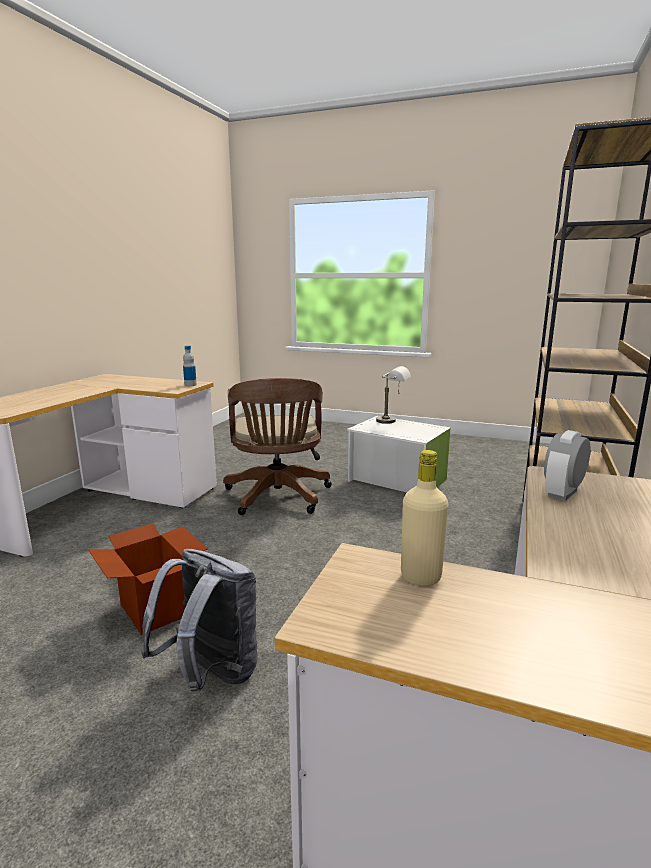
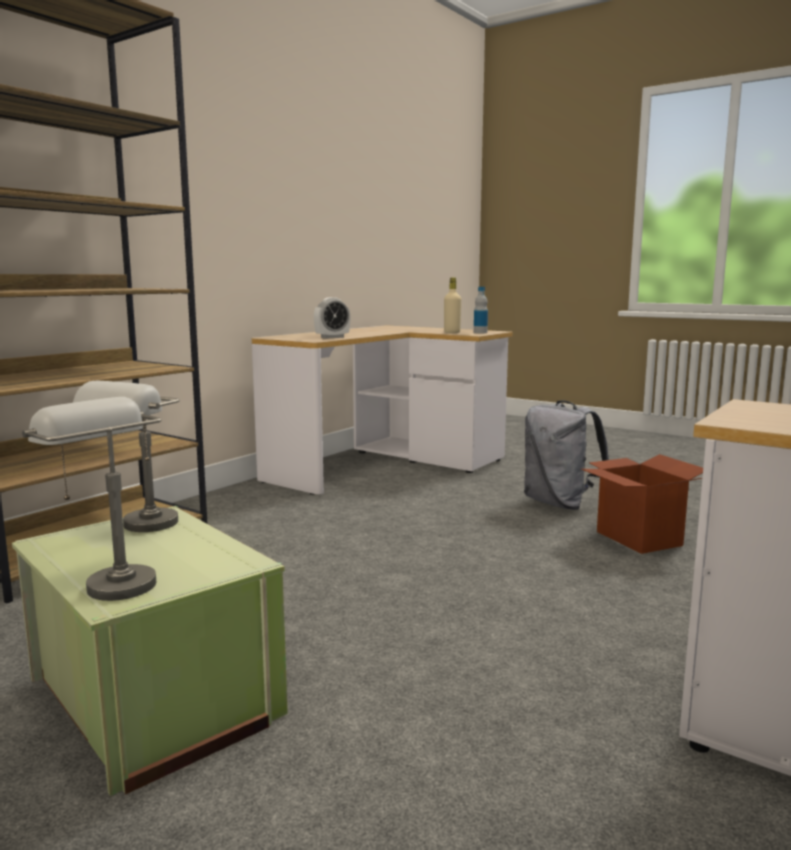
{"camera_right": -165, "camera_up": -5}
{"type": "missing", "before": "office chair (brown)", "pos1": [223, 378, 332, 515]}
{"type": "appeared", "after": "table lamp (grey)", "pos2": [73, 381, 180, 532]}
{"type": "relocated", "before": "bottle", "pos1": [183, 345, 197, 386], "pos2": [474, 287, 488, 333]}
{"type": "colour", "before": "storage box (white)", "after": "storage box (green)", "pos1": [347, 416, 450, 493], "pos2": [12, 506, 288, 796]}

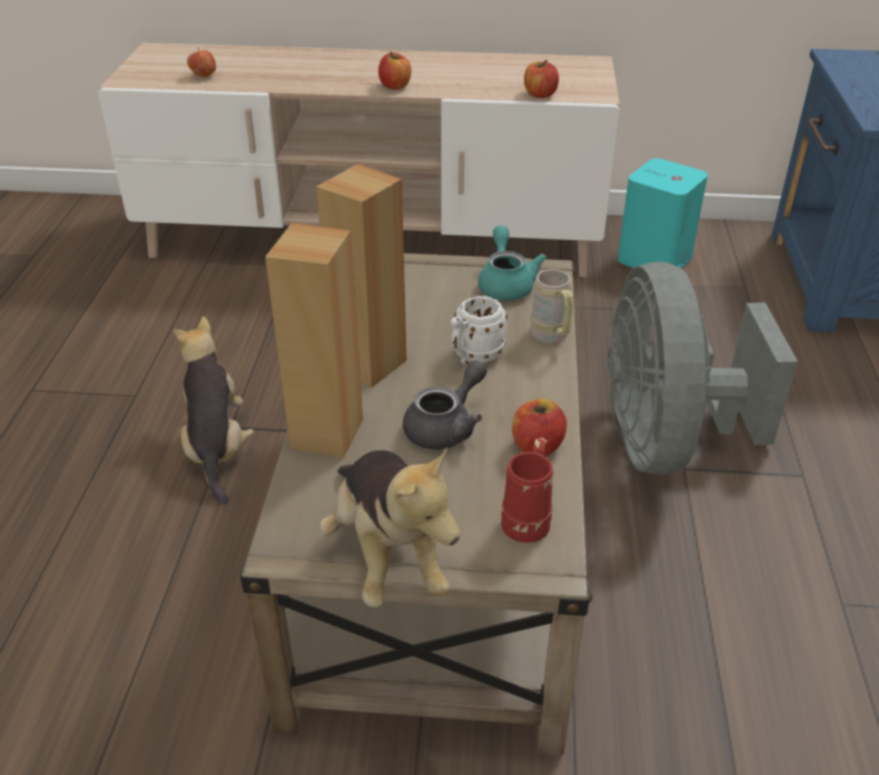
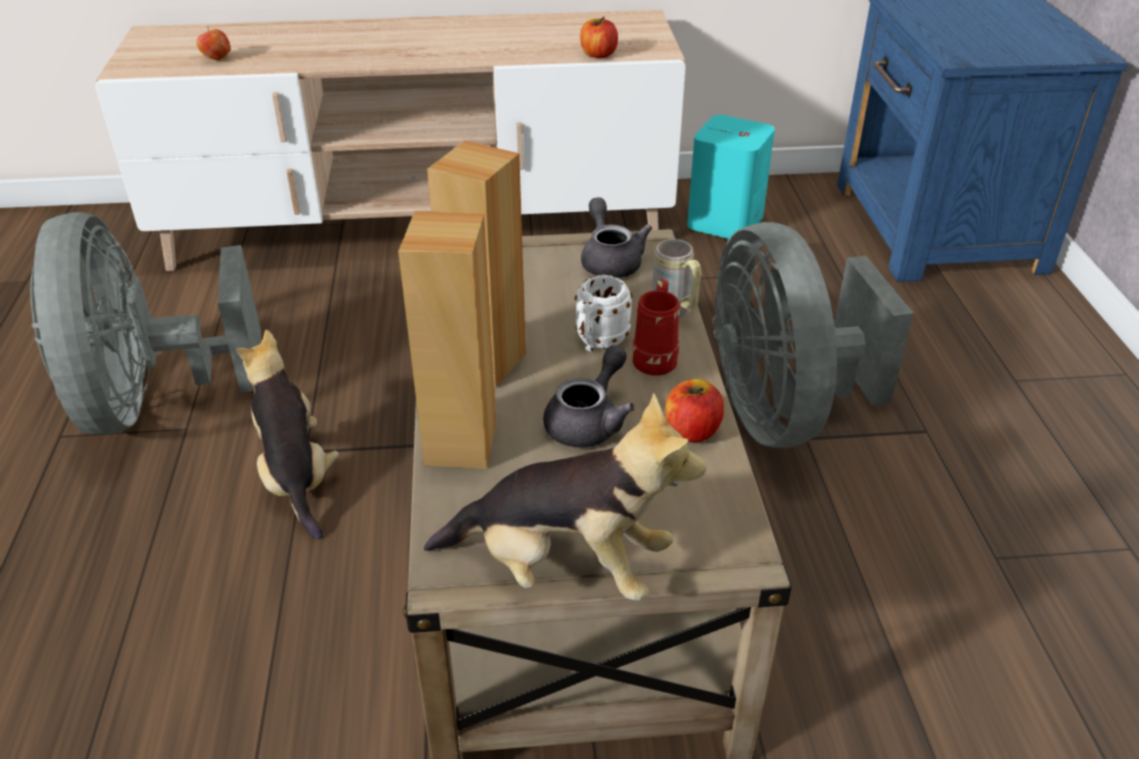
{"camera_right": -10, "camera_up": 0}
{"type": "missing", "before": "apple", "pos1": [378, 52, 411, 90]}
{"type": "appeared", "after": "fan (grey)", "pos2": [30, 212, 261, 435]}
{"type": "relocated", "before": "mug (red)", "pos1": [501, 438, 553, 543], "pos2": [633, 279, 680, 376]}
{"type": "colour", "before": "teapot (turquoise)", "after": "teapot (grey)", "pos1": [478, 225, 546, 300], "pos2": [581, 197, 652, 278]}
{"type": "spun", "before": "plush toy", "pos1": [319, 447, 460, 607], "pos2": [424, 393, 706, 601], "turn": -45}

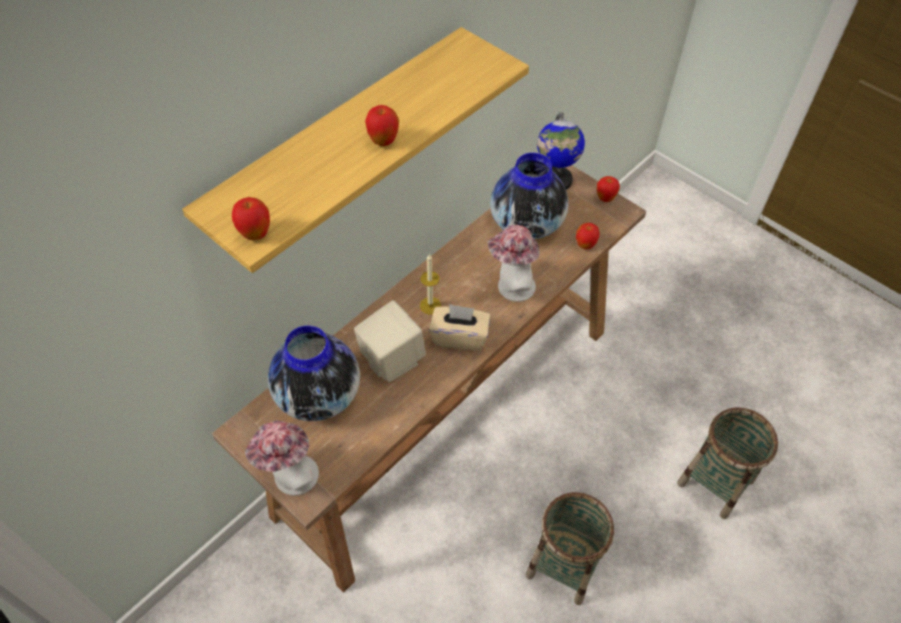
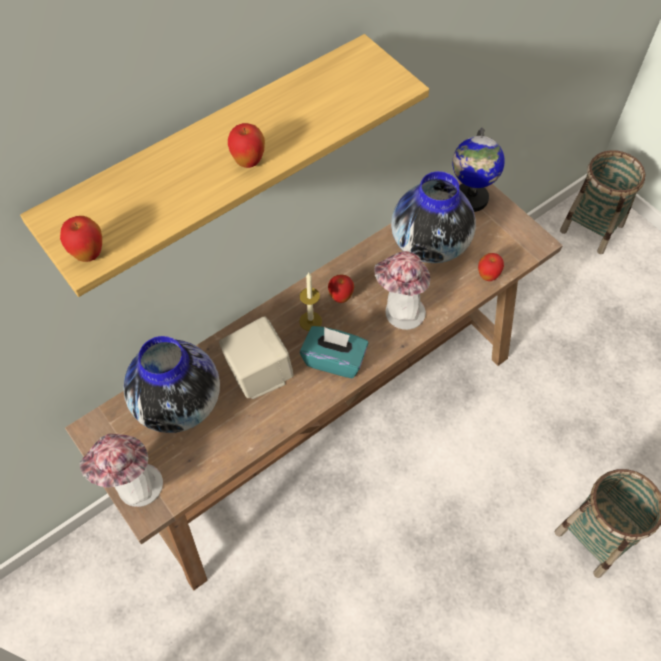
{"camera_right": 10, "camera_up": 5}
{"type": "relocated", "before": "basket", "pos1": [526, 492, 614, 605], "pos2": [560, 150, 645, 254]}
{"type": "relocated", "before": "apple", "pos1": [597, 176, 620, 202], "pos2": [328, 274, 354, 303]}
{"type": "colour", "before": "tissue box (beige)", "after": "tissue box (turquoise)", "pos1": [429, 304, 490, 351], "pos2": [300, 326, 368, 378]}

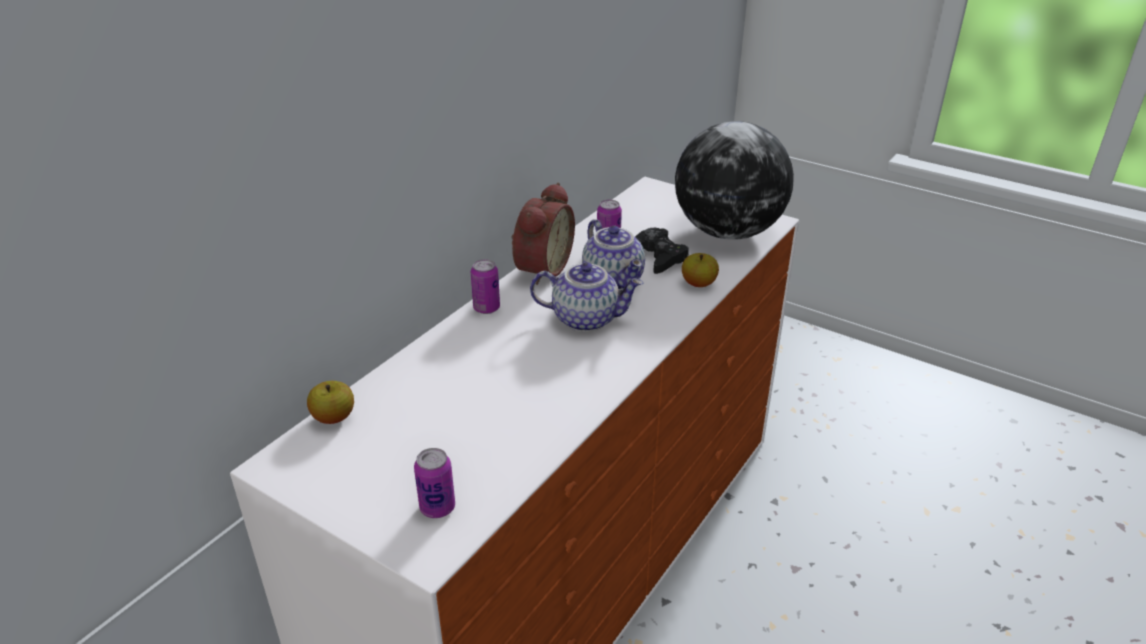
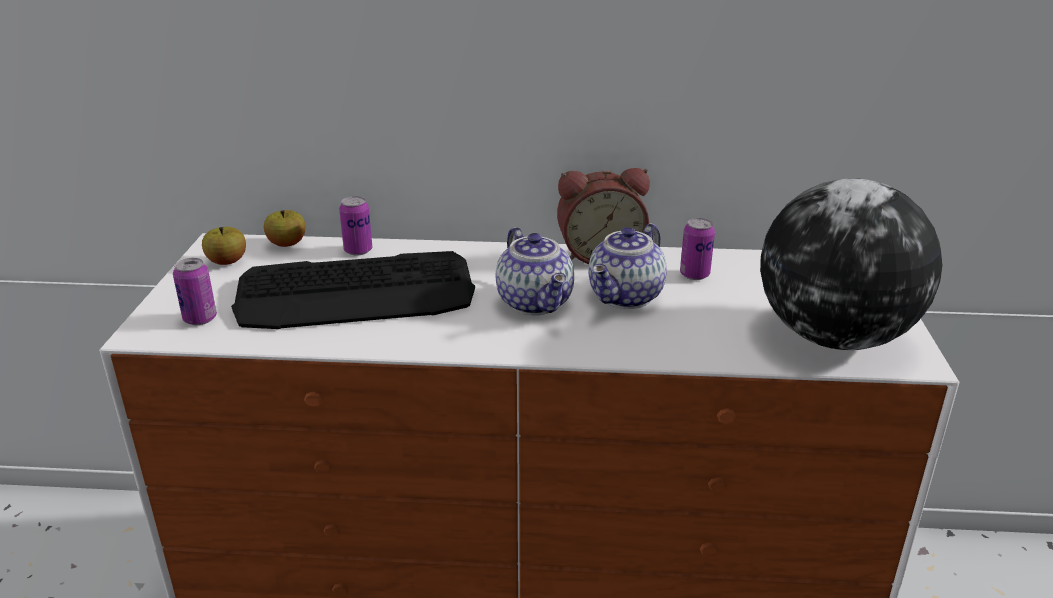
{"camera_right": 60, "camera_up": -5}
{"type": "missing", "before": "game controller (black)", "pos1": [635, 228, 689, 274]}
{"type": "appeared", "after": "keyboard", "pos2": [231, 251, 475, 329]}
{"type": "relocated", "before": "can", "pos1": [471, 259, 500, 314], "pos2": [339, 196, 372, 255]}
{"type": "relocated", "before": "apple", "pos1": [682, 253, 719, 287], "pos2": [202, 227, 246, 265]}

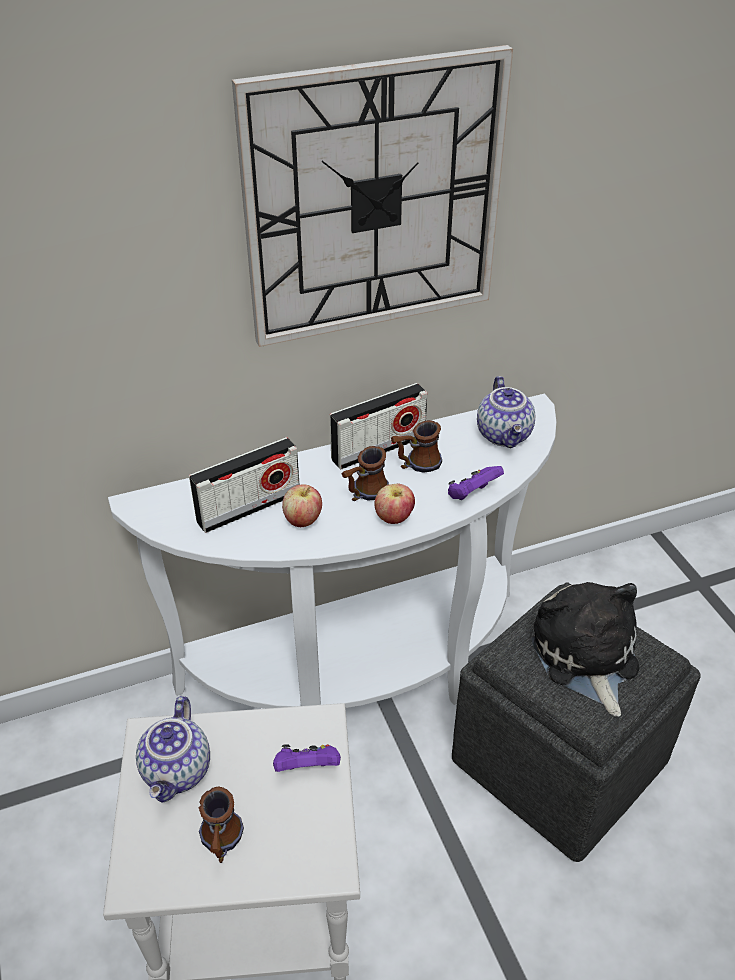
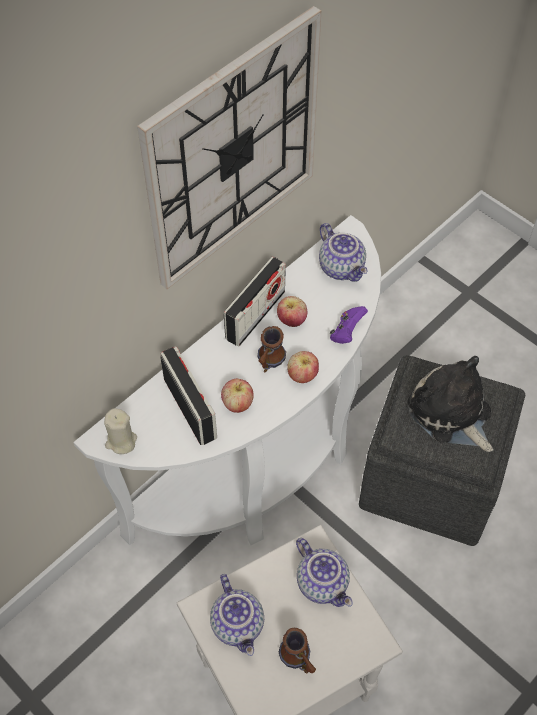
{"camera_right": -25, "camera_up": 15}
{"type": "appeared", "after": "candle (beige)", "pos2": [104, 409, 137, 454]}
{"type": "exchanged", "before": "game controller (purple)", "after": "teapot", "pos1": [273, 744, 341, 772], "pos2": [296, 538, 353, 607]}
{"type": "exchanged", "before": "mug", "after": "apple", "pos1": [391, 420, 442, 473], "pos2": [277, 296, 307, 327]}
{"type": "spun", "before": "radio", "pos1": [189, 437, 300, 533], "pos2": [160, 346, 217, 445], "turn": -60}

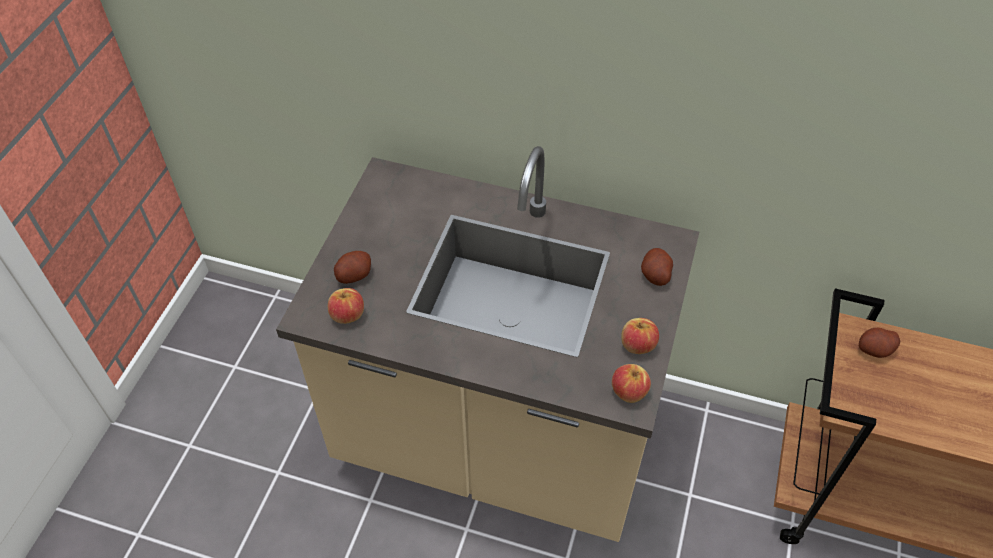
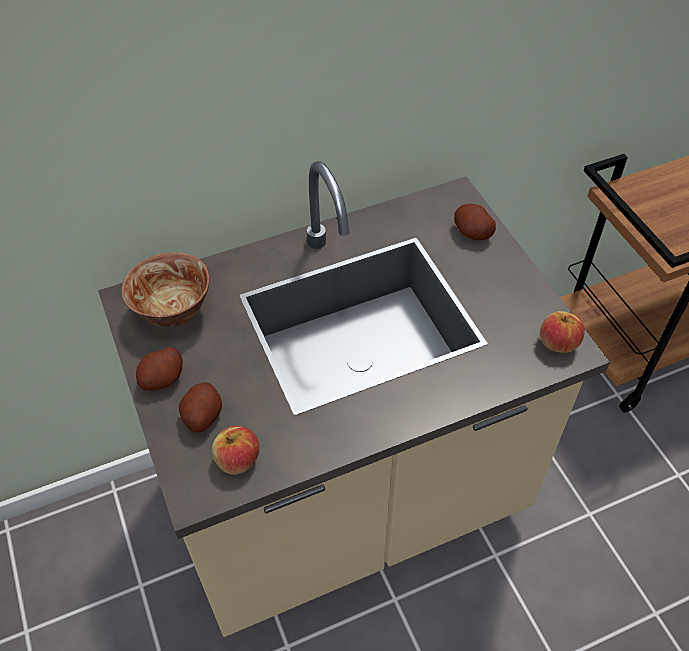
{"camera_right": -40, "camera_up": 0}
{"type": "missing", "before": "apple", "pos1": [621, 318, 659, 354]}
{"type": "appeared", "after": "bowl", "pos2": [121, 252, 210, 327]}
{"type": "relocated", "before": "potato", "pos1": [859, 328, 900, 358], "pos2": [136, 347, 183, 391]}

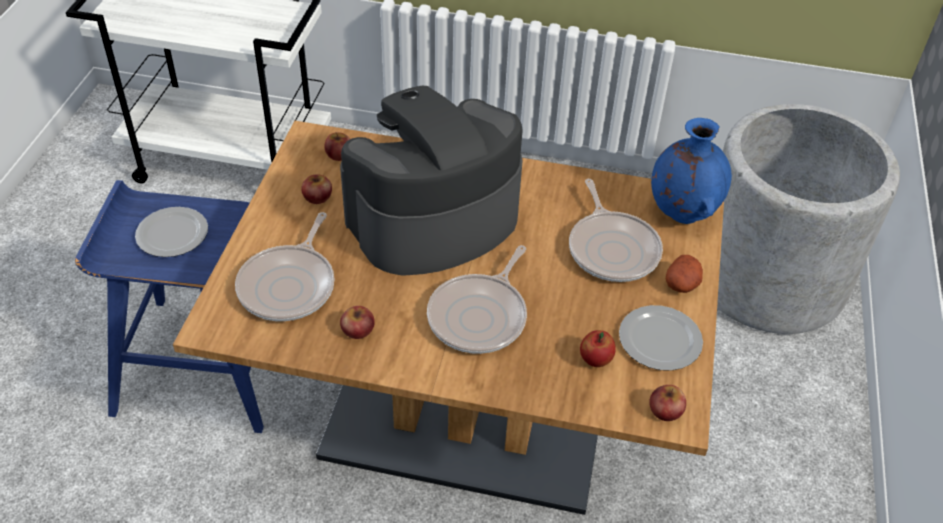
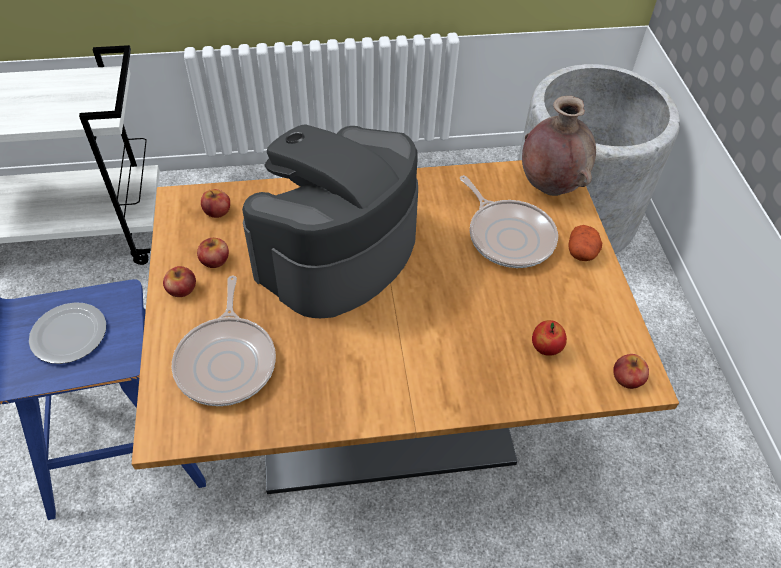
{"camera_right": -20, "camera_up": 5}
{"type": "missing", "before": "frying pan", "pos1": [427, 245, 527, 354]}
{"type": "missing", "before": "plate", "pos1": [619, 305, 703, 371]}
{"type": "relocated", "before": "apple", "pos1": [340, 306, 375, 339], "pos2": [163, 266, 196, 297]}
{"type": "colour", "before": "vase (blue)", "after": "vase (brown)", "pos1": [651, 118, 732, 224], "pos2": [522, 96, 596, 196]}

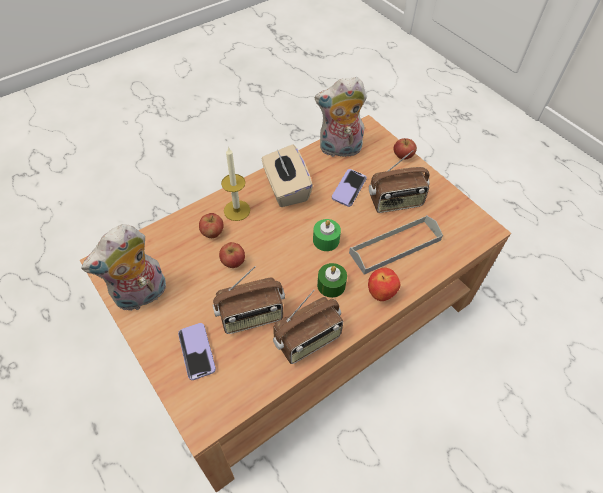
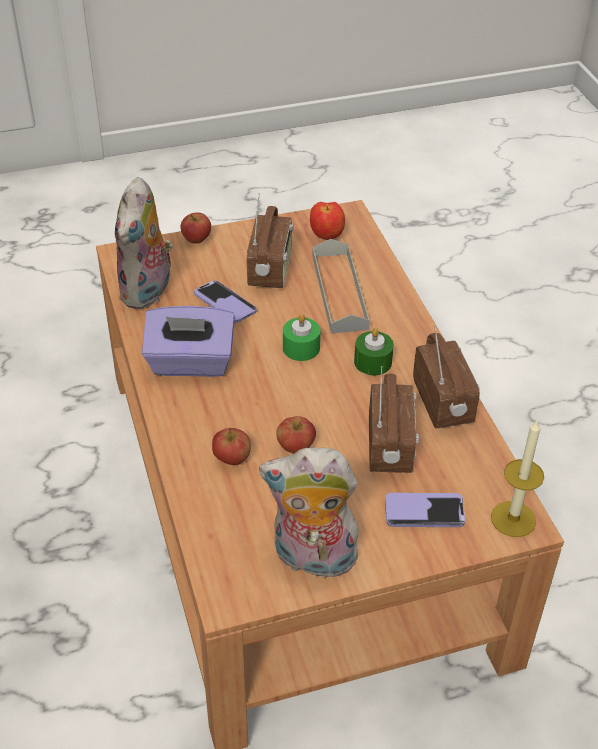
{"camera_right": -70, "camera_up": -10}
{"type": "relocated", "before": "candle", "pos1": [221, 146, 250, 221], "pos2": [491, 419, 544, 537]}
{"type": "relocated", "before": "apple", "pos1": [368, 267, 400, 301], "pos2": [310, 202, 345, 240]}
{"type": "colour", "before": "tissue box (beige)", "after": "tissue box (purple)", "pos1": [262, 144, 313, 207], "pos2": [142, 306, 235, 377]}
{"type": "spun", "before": "plush toy", "pos1": [82, 224, 166, 311], "pos2": [259, 447, 361, 584], "turn": 120}

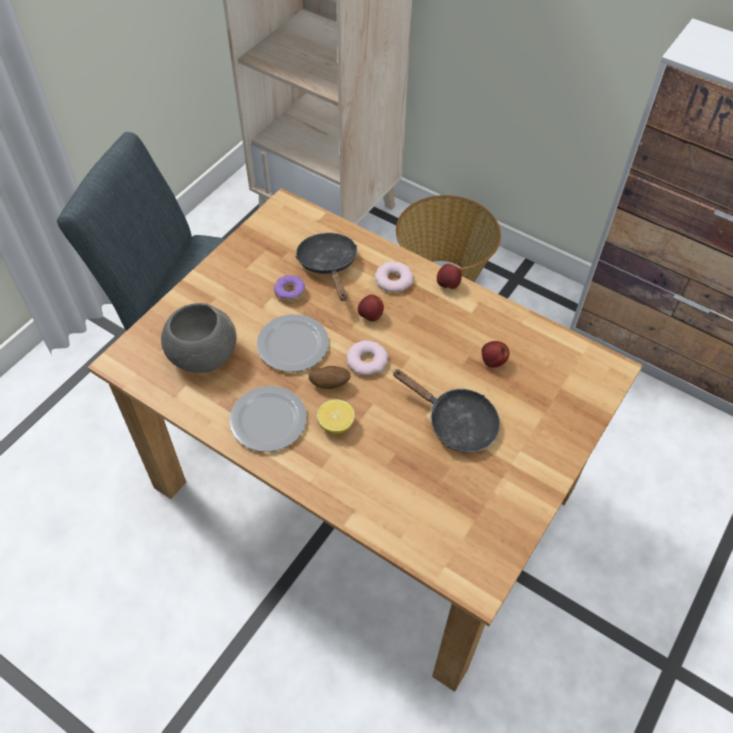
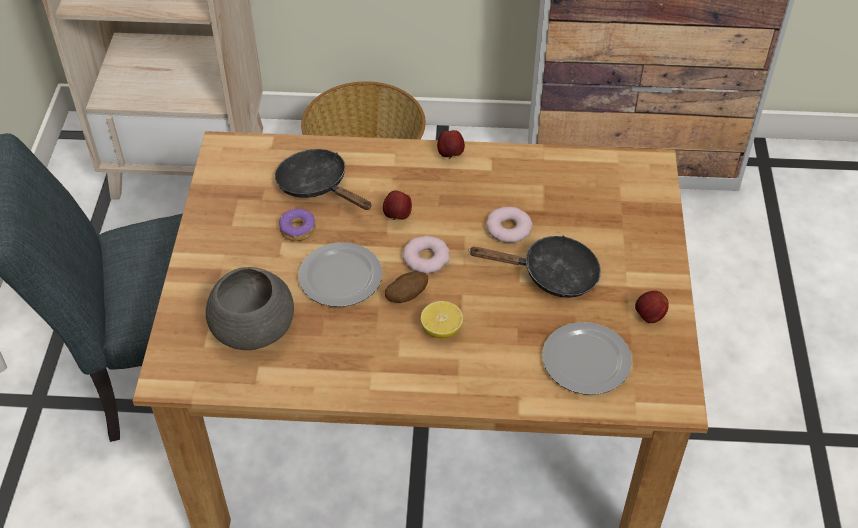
{"camera_right": -30, "camera_up": -5}
{"type": "relocated", "before": "plate", "pos1": [229, 386, 307, 452], "pos2": [542, 322, 632, 395]}
{"type": "relocated", "before": "donut", "pos1": [375, 261, 413, 292], "pos2": [486, 207, 533, 243]}
{"type": "relocated", "before": "apple", "pos1": [482, 341, 510, 367], "pos2": [635, 291, 669, 323]}

